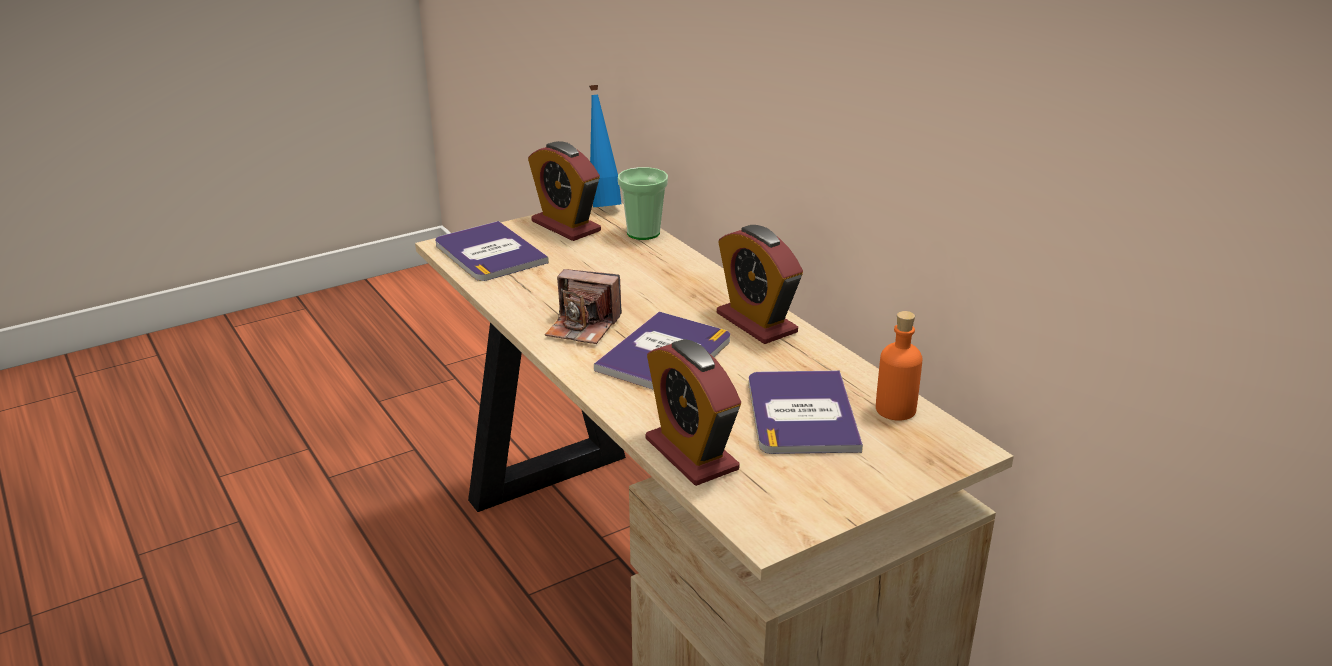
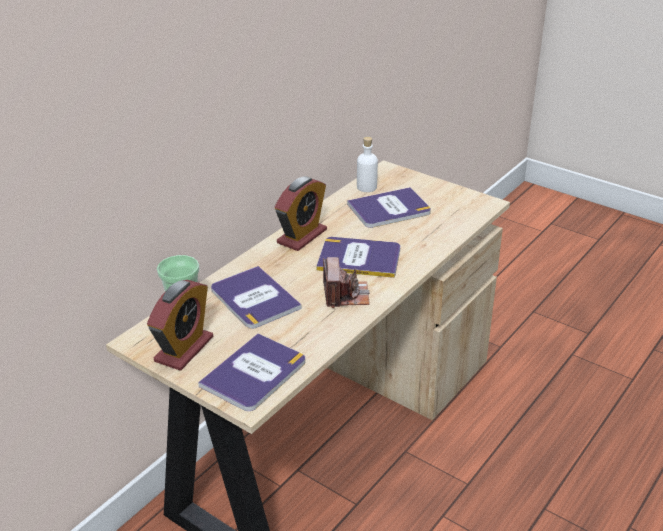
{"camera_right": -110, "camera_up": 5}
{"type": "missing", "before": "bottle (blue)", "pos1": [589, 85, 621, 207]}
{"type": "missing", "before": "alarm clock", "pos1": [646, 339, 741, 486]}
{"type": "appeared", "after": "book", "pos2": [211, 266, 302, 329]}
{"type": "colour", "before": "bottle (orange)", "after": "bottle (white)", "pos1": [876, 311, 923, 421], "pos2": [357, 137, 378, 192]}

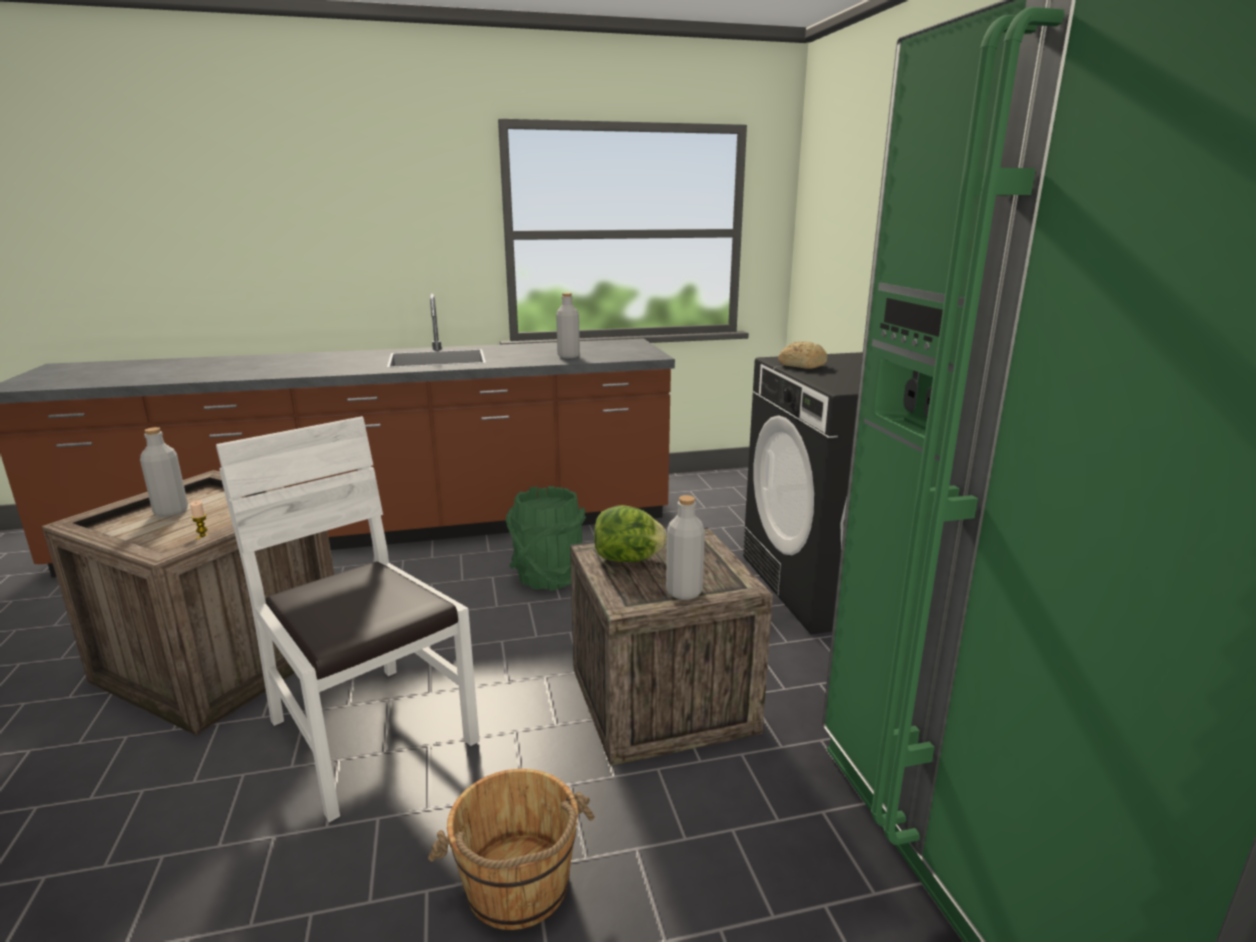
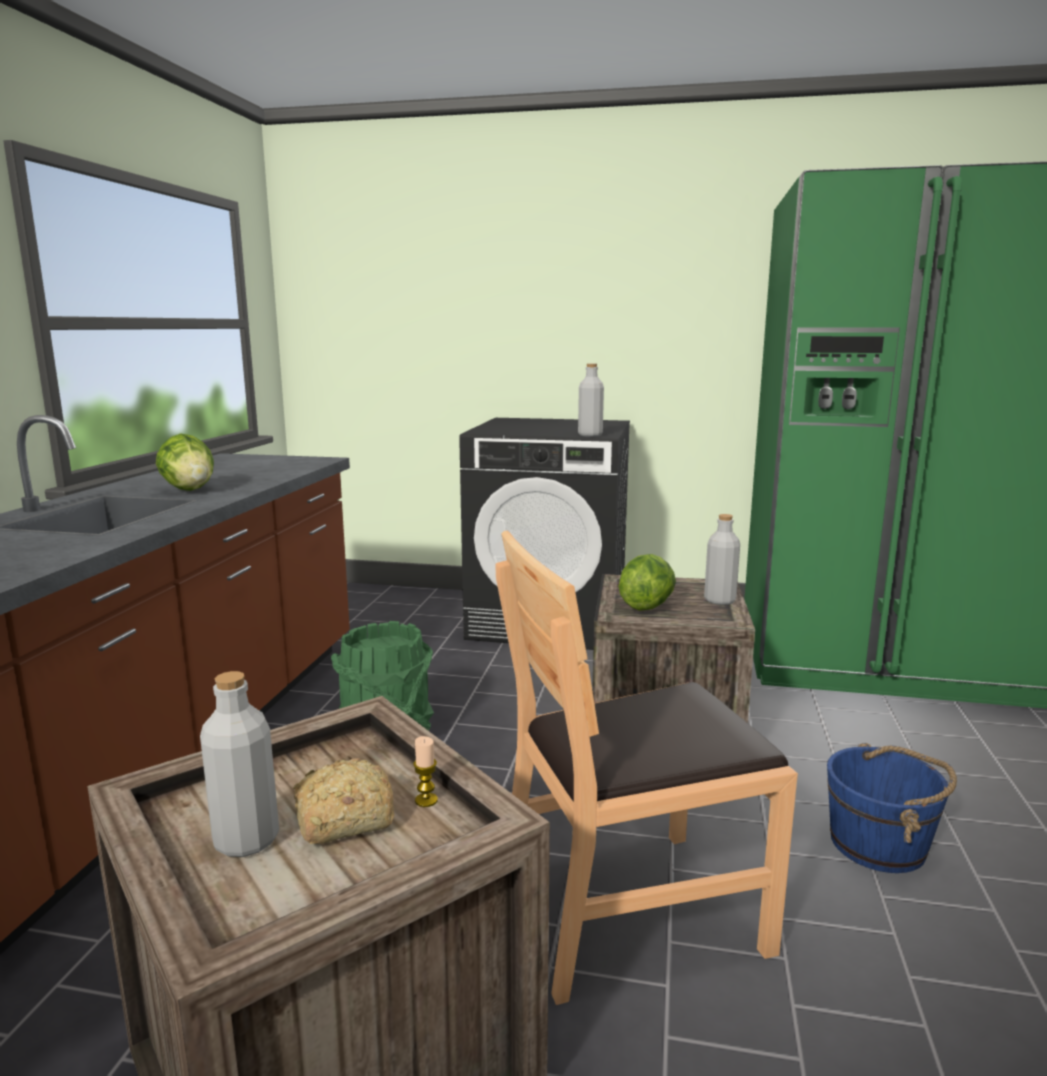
{"camera_right": -65, "camera_up": -5}
{"type": "appeared", "after": "lettuce", "pos2": [156, 433, 214, 491]}
{"type": "relocated", "before": "bottle (grey)", "pos1": [556, 293, 580, 358], "pos2": [578, 363, 604, 437]}
{"type": "relocated", "before": "bread", "pos1": [778, 341, 827, 369], "pos2": [293, 758, 394, 844]}
{"type": "colour", "before": "chair (white)", "after": "chair (brown)", "pos1": [216, 416, 480, 822], "pos2": [496, 531, 798, 1005]}
{"type": "colour", "before": "bucket (brown)", "after": "bucket (blue)", "pos1": [428, 769, 595, 930], "pos2": [827, 743, 957, 873]}

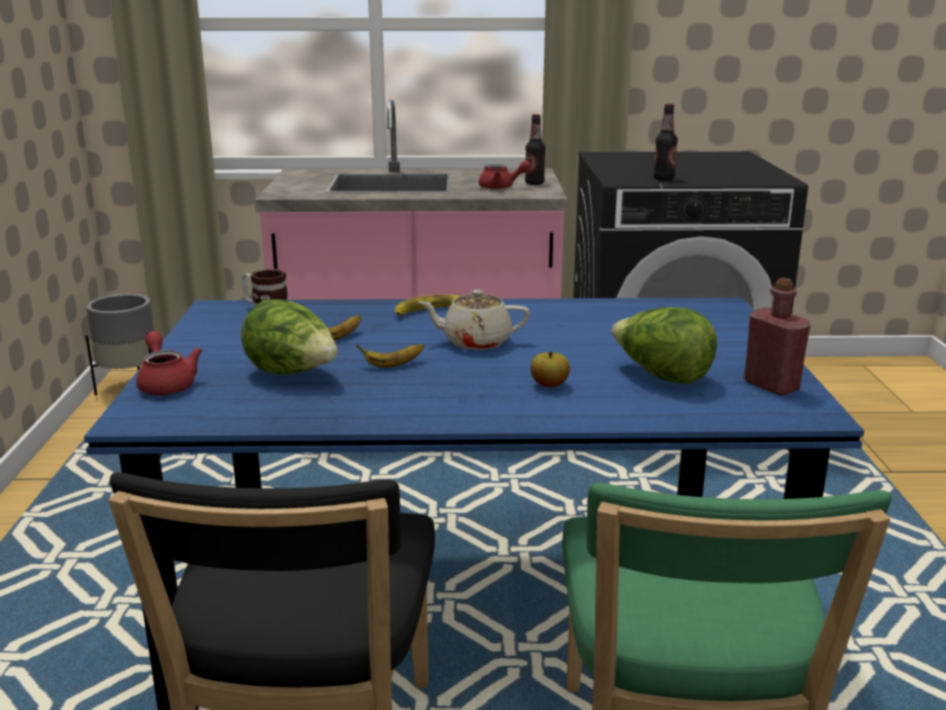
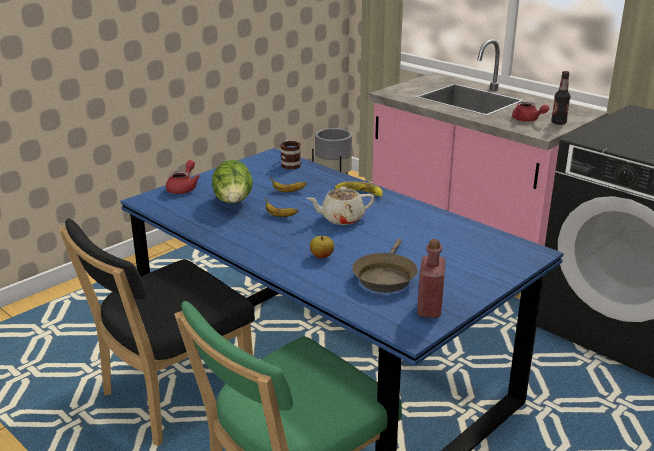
{"camera_right": 45, "camera_up": 5}
{"type": "missing", "before": "bottle", "pos1": [653, 104, 678, 180]}
{"type": "exchanged", "before": "lettuce", "after": "frying pan (brown)", "pos1": [612, 307, 717, 384], "pos2": [352, 238, 418, 293]}
{"type": "spun", "before": "teapot (beige)", "pos1": [419, 290, 530, 350], "pos2": [307, 187, 375, 225], "turn": -60}

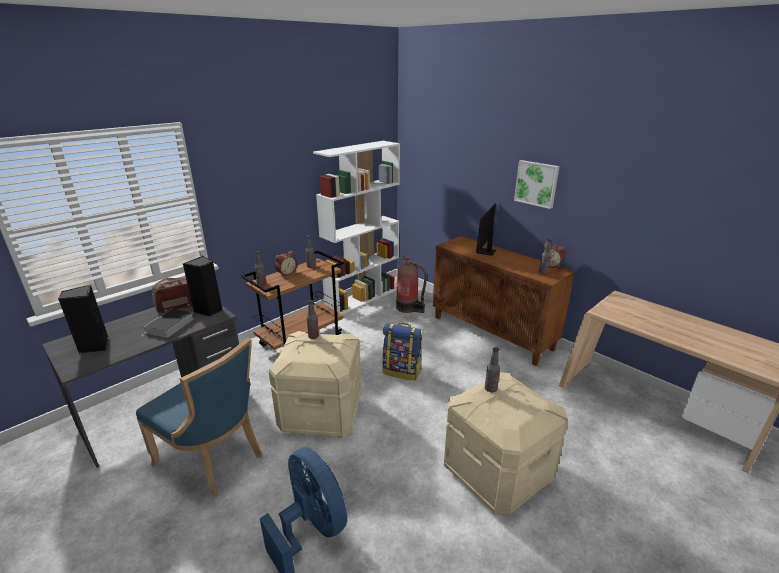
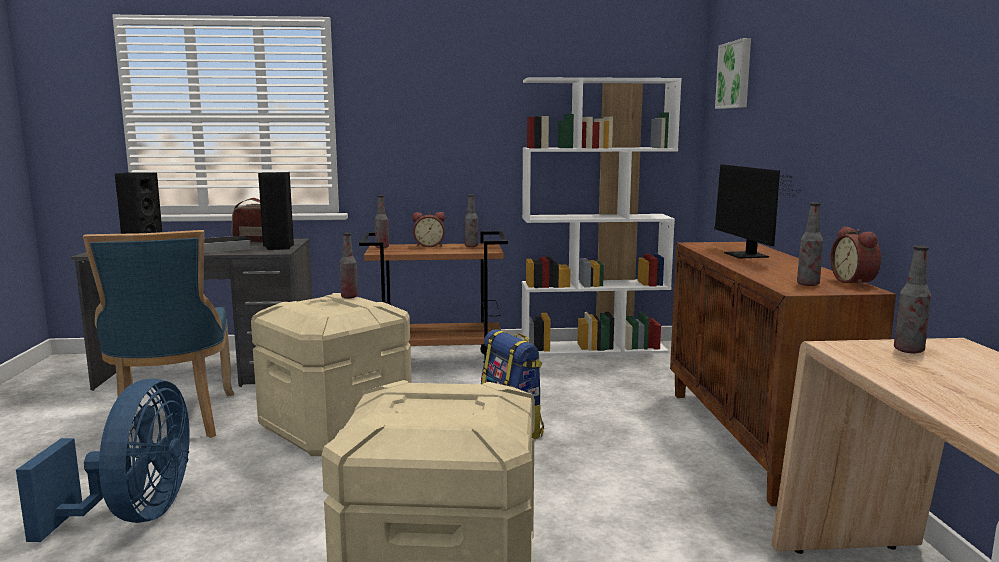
{"camera_right": 40, "camera_up": -15}
{"type": "missing", "before": "fire extinguisher", "pos1": [396, 254, 427, 313]}
{"type": "relocated", "before": "bottle", "pos1": [485, 347, 500, 393], "pos2": [894, 245, 931, 353]}
{"type": "relocated", "before": "picture", "pos1": [514, 160, 560, 209], "pos2": [715, 38, 751, 109]}
{"type": "spun", "before": "monitor", "pos1": [476, 203, 496, 256], "pos2": [714, 164, 800, 258], "turn": -75}

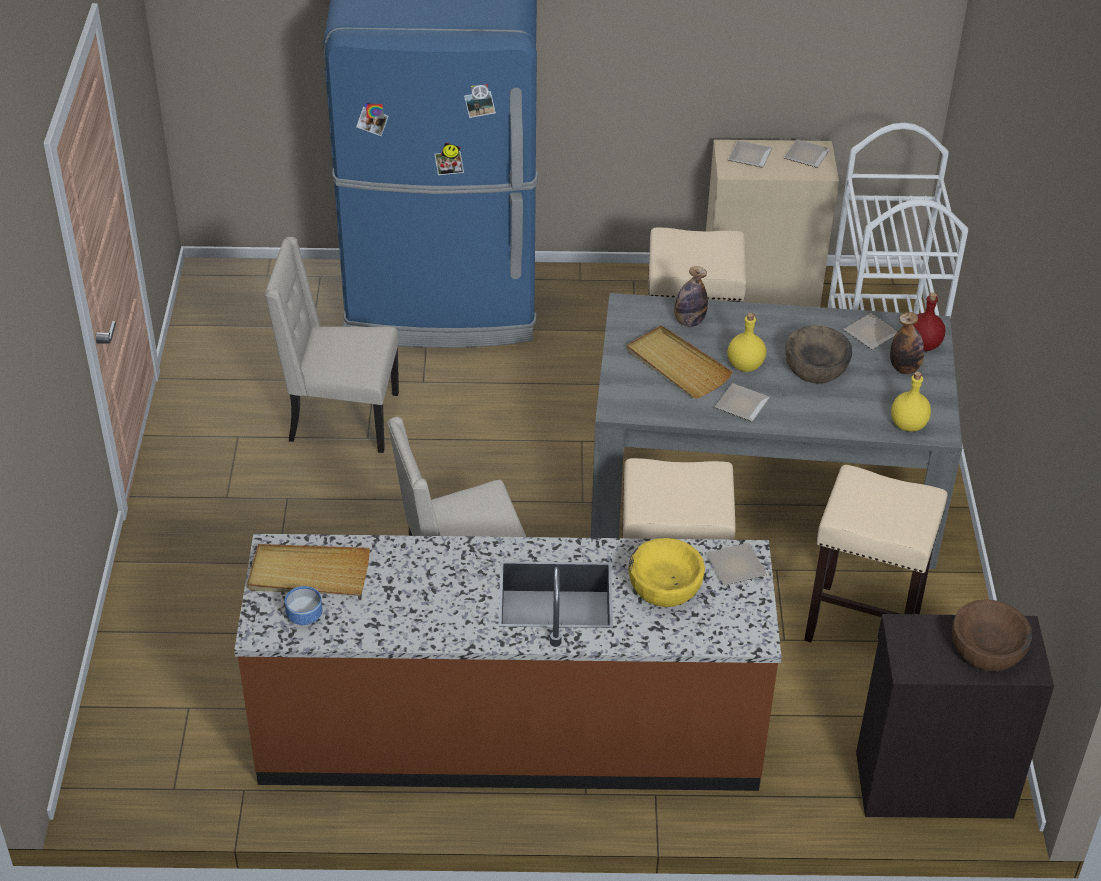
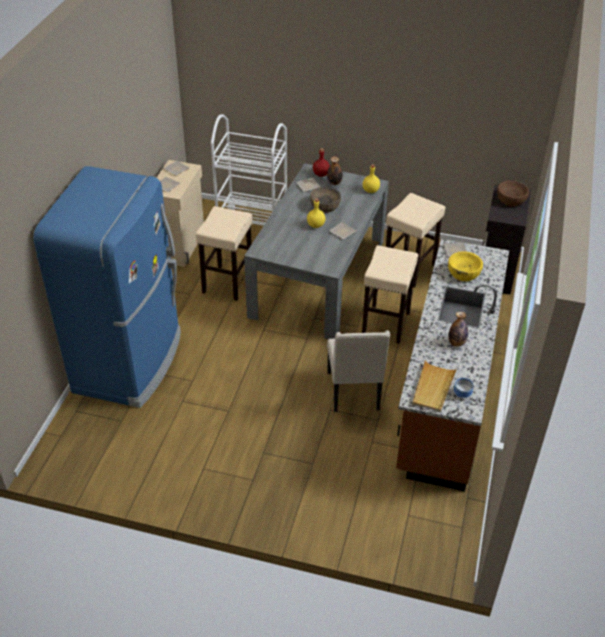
{"camera_right": -75, "camera_up": 0}
{"type": "missing", "before": "chair (beige)", "pos1": [265, 237, 399, 453]}
{"type": "missing", "before": "tray (beige)", "pos1": [626, 325, 733, 398]}
{"type": "relocated", "before": "bottle", "pos1": [674, 266, 708, 327], "pos2": [448, 312, 468, 347]}

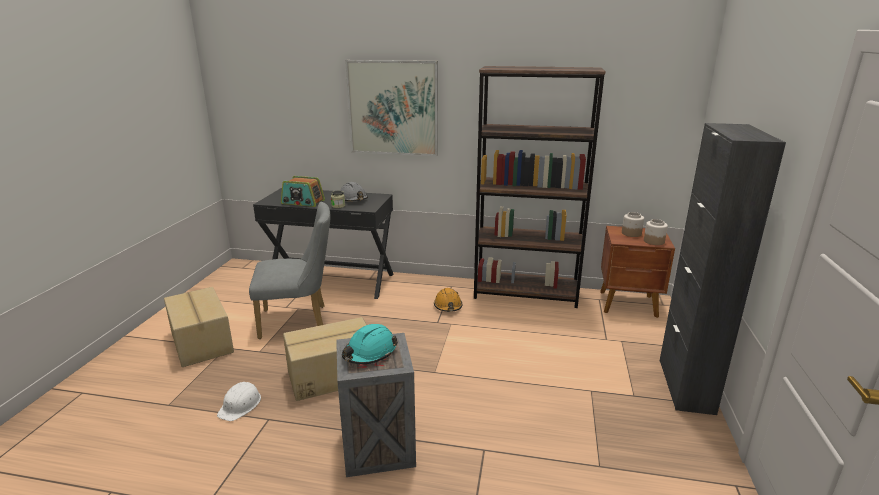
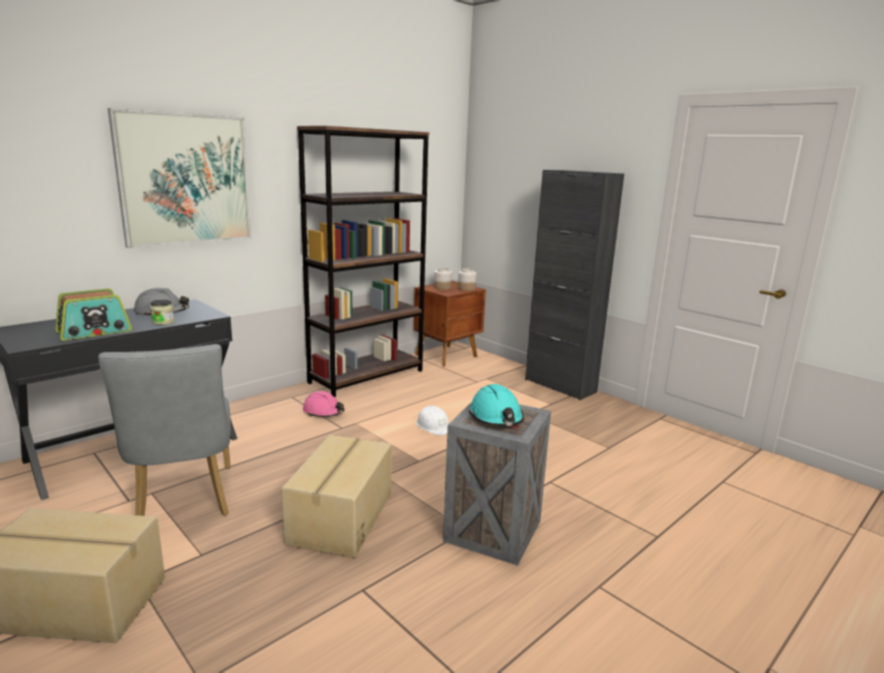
{"camera_right": -55, "camera_up": -5}
{"type": "relocated", "before": "hard hat (white)", "pos1": [217, 382, 261, 421], "pos2": [416, 406, 449, 436]}
{"type": "colour", "before": "hard hat (orange)", "after": "hard hat (pink)", "pos1": [434, 288, 462, 312], "pos2": [303, 391, 344, 417]}
{"type": "spun", "before": "chair (grey)", "pos1": [249, 202, 331, 339], "pos2": [98, 344, 231, 516], "turn": 135}

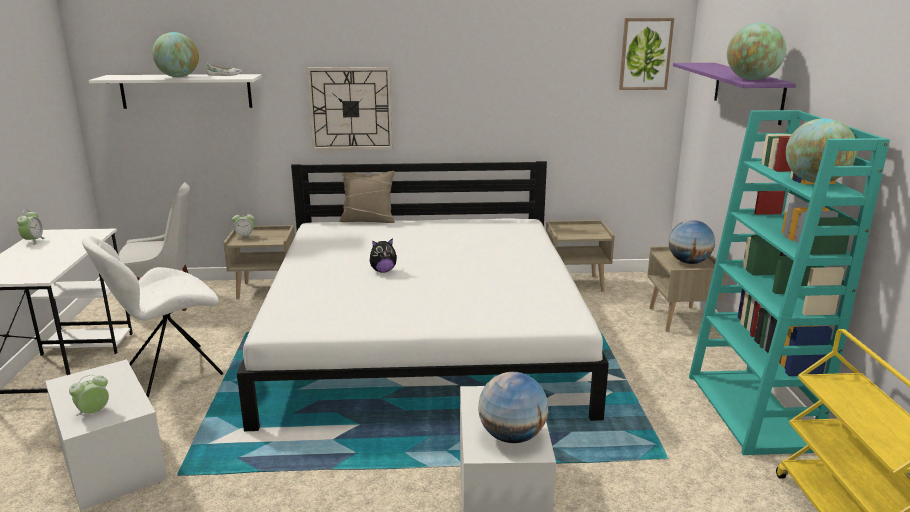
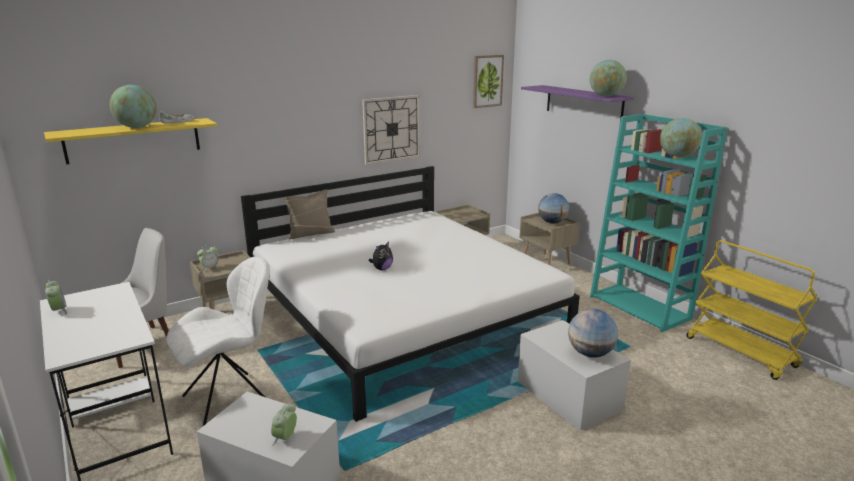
{"camera_right": -30, "camera_up": 0}
{"type": "relocated", "before": "wall clock", "pos1": [307, 67, 393, 150], "pos2": [362, 95, 420, 165]}
{"type": "colour", "before": "shelf (white)", "after": "shelf (yellow)", "pos1": [89, 74, 262, 109], "pos2": [44, 118, 217, 164]}
{"type": "spun", "before": "chair (white)", "pos1": [82, 236, 223, 397], "pos2": [166, 257, 270, 426], "turn": -150}

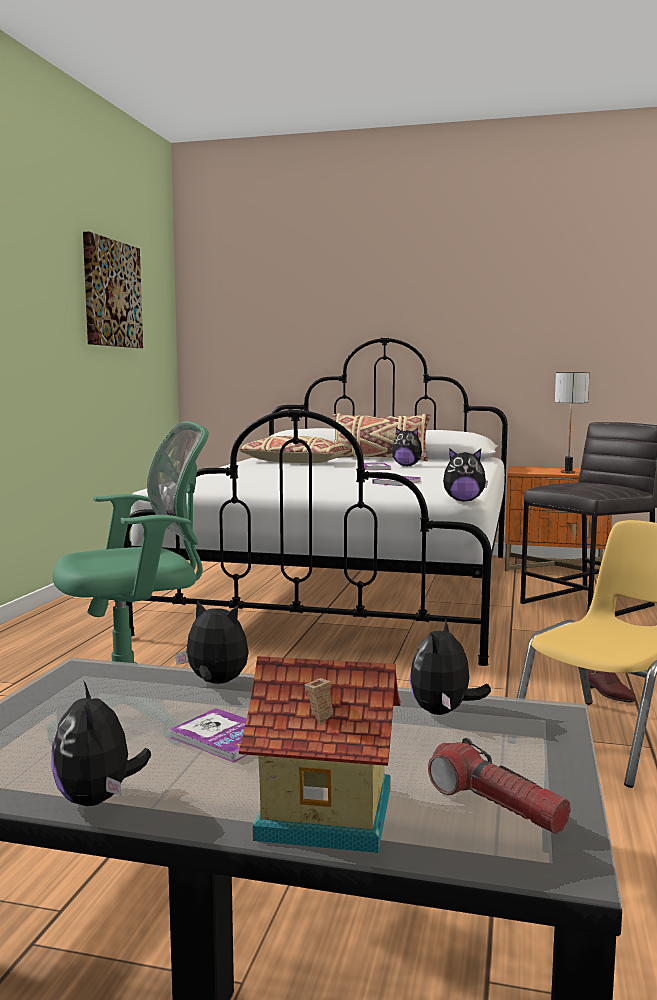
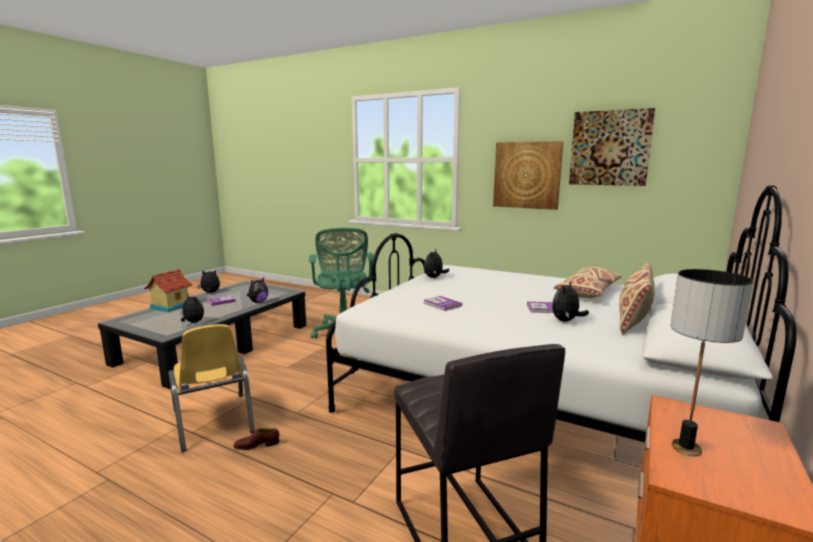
{"camera_right": 105, "camera_up": 5}
{"type": "missing", "before": "flashlight", "pos1": [428, 738, 571, 834]}
{"type": "appeared", "after": "picture", "pos2": [493, 141, 564, 210]}
{"type": "relocated", "before": "plush toy", "pos1": [443, 448, 488, 502], "pos2": [424, 249, 449, 278]}

